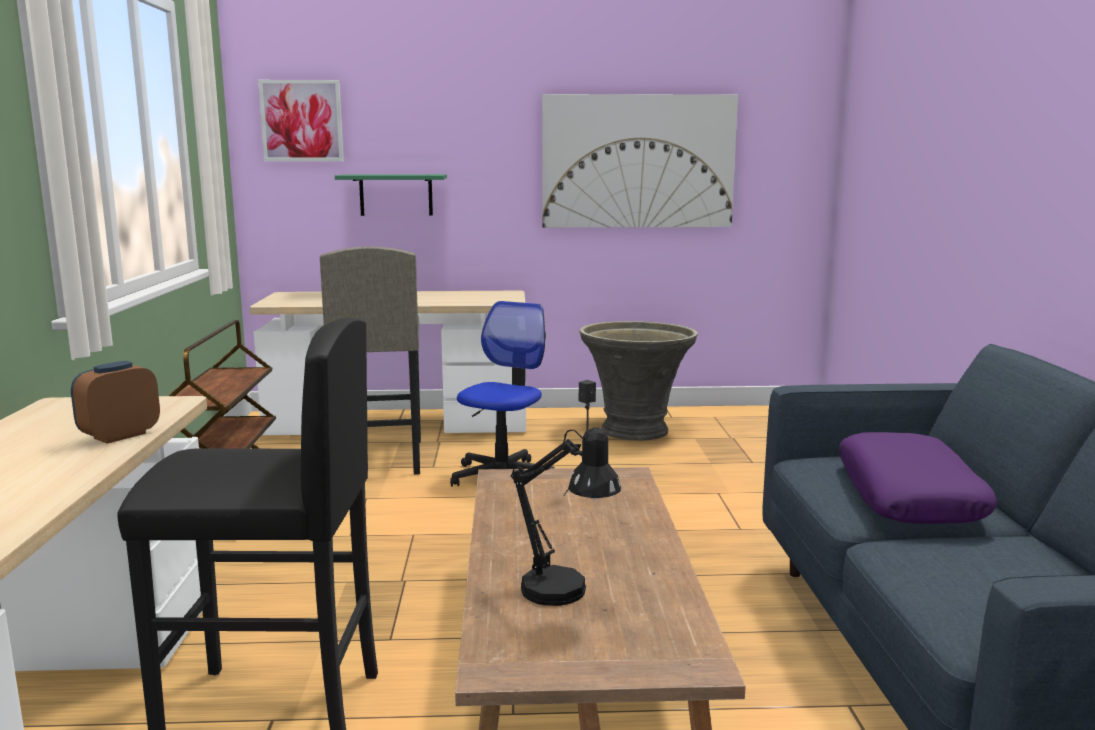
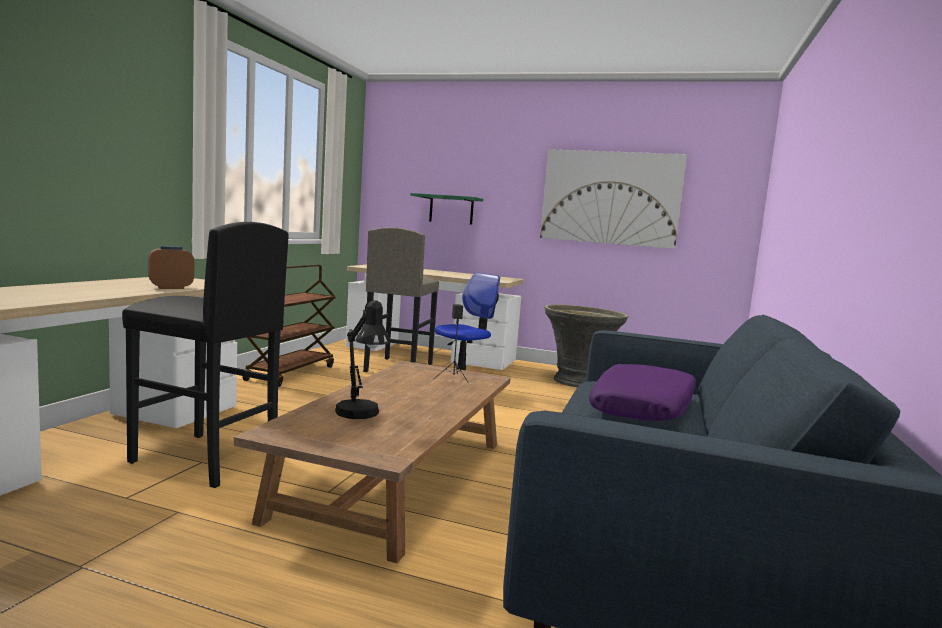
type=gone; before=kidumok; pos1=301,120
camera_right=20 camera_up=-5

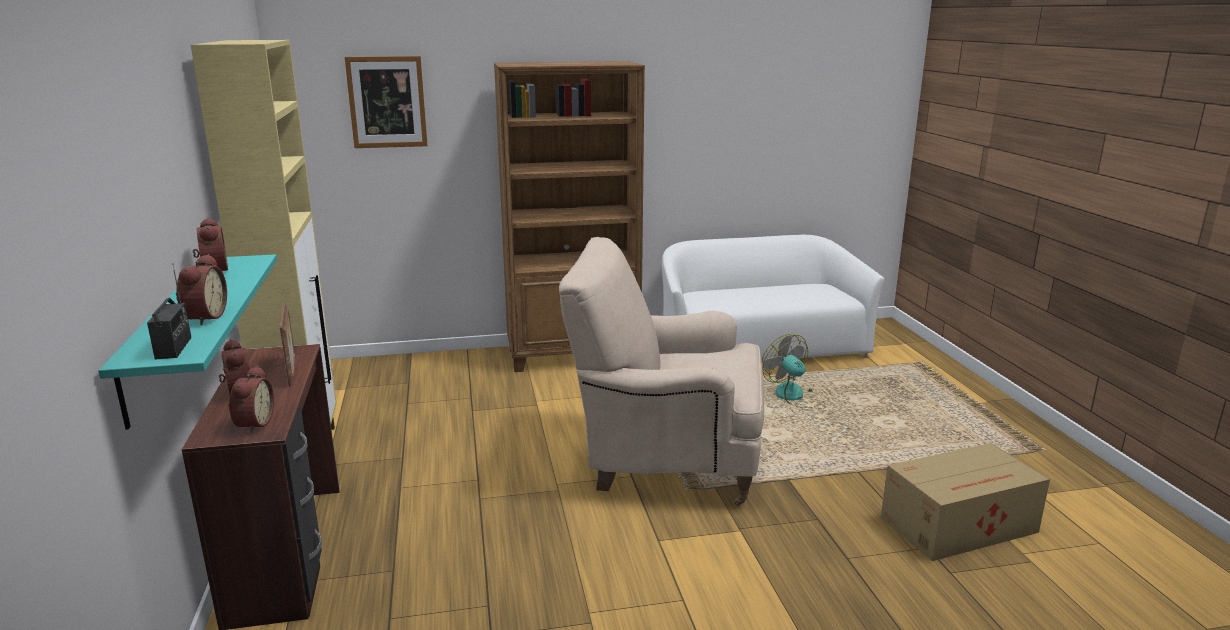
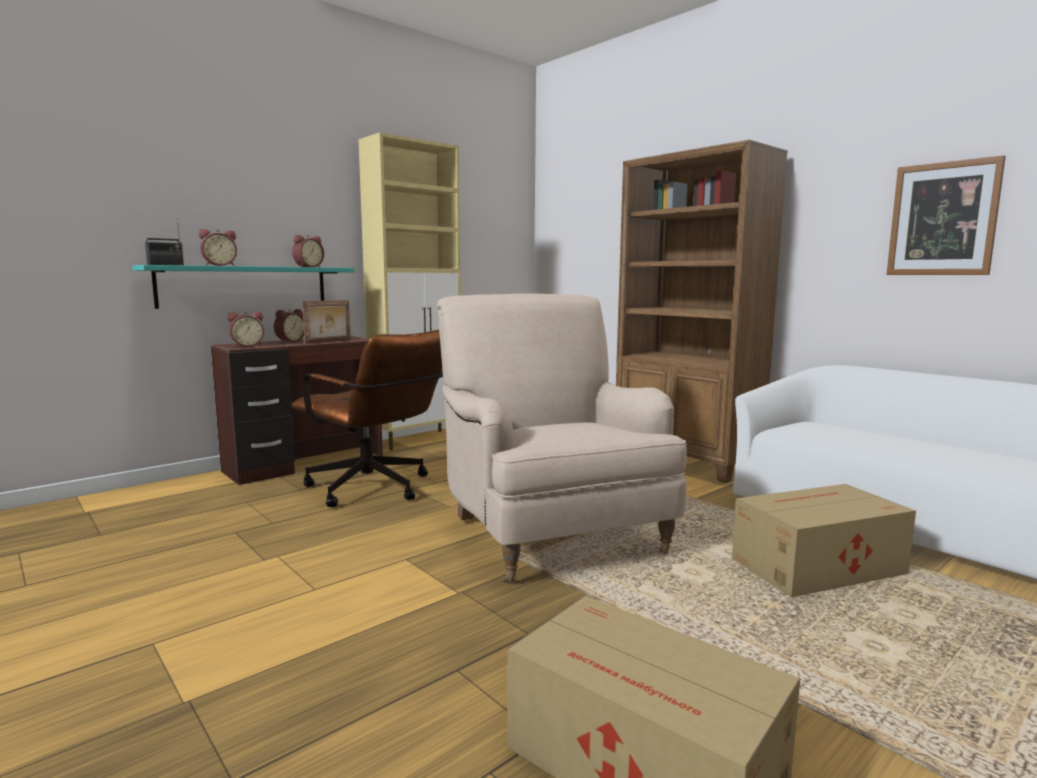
type=shifted; before=kidumok; pos1=386,102; pos2=946,215
type=swapped; before=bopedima; after=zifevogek; pos1=792,371; pos2=824,540
type=new; after=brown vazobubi; pos2=367,418
camera_right=60 camera_up=-10

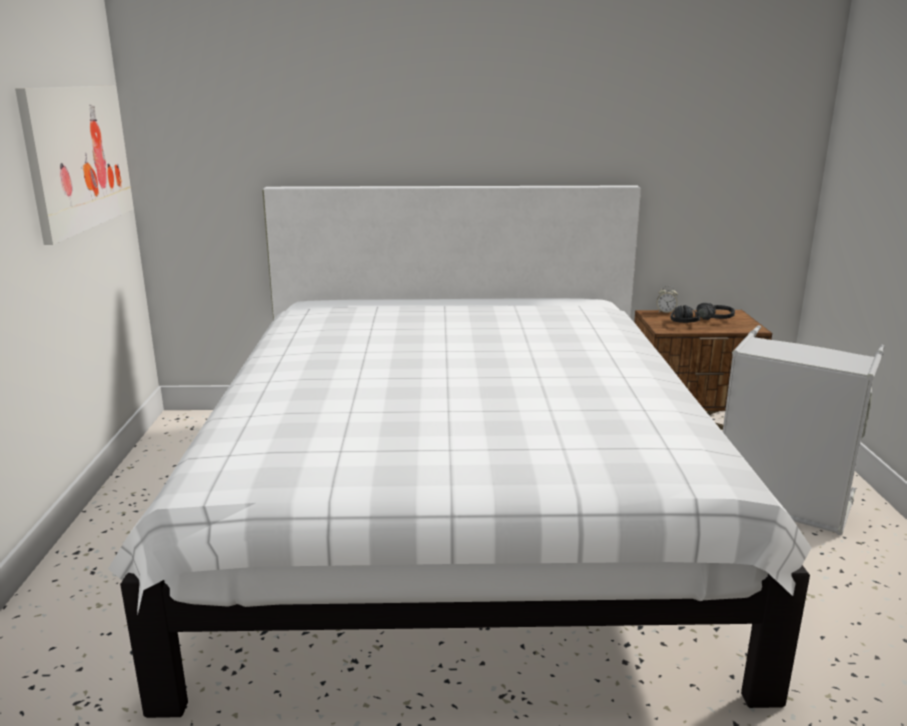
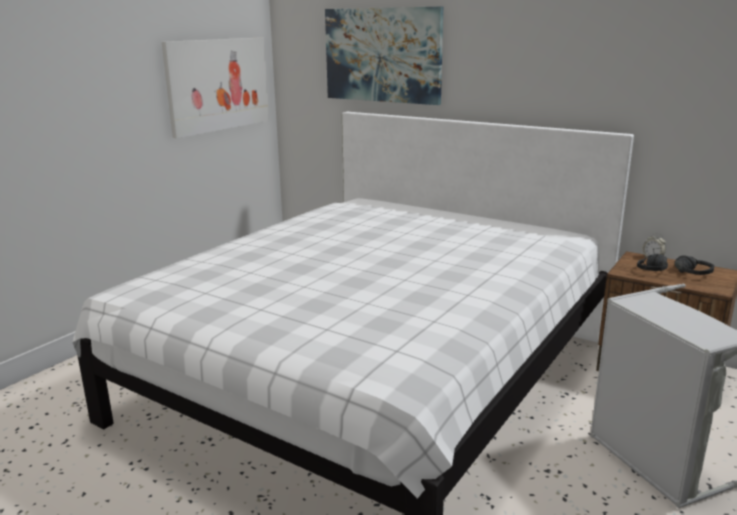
type=new; after=kidumok; pos2=384,56
camera_right=35 camera_up=0

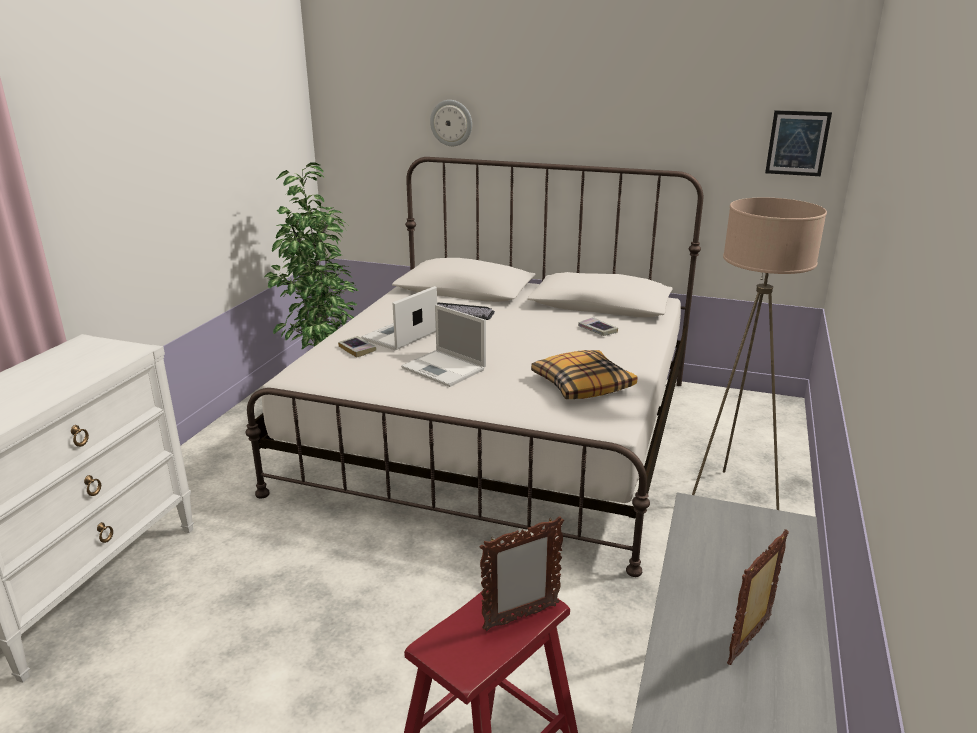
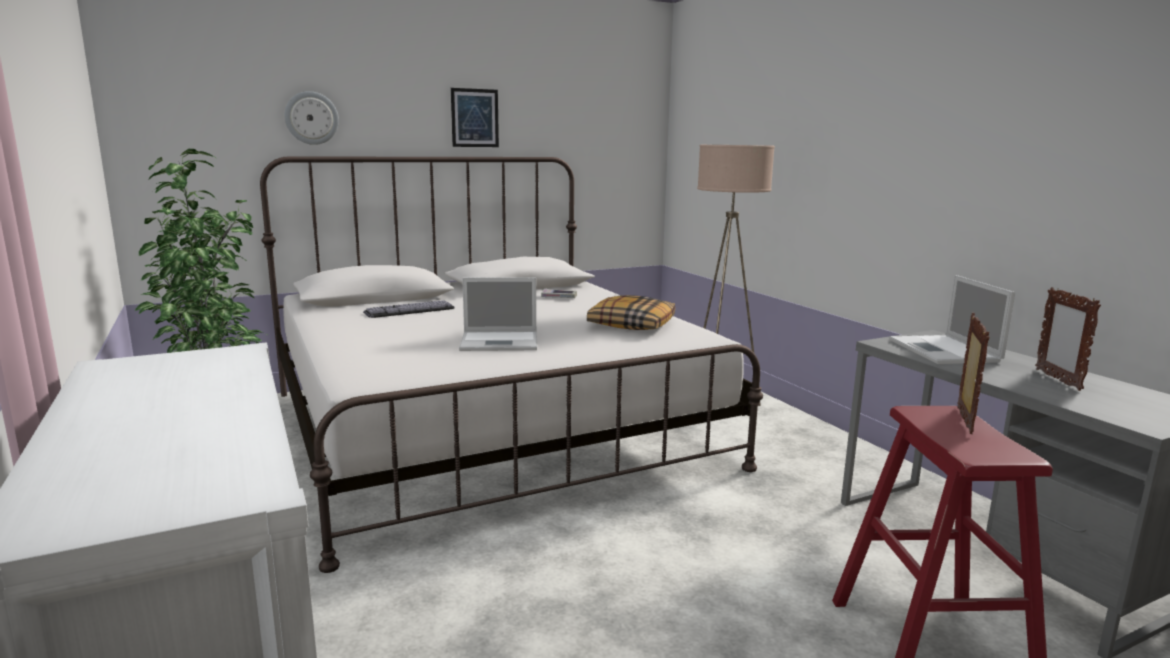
type=shifted; before=kidumok; pos1=798,143; pos2=475,117
type=shifted; before=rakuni; pos1=399,318; pos2=952,319
type=gone; before=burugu; pos1=357,347
camera_right=-45 camera_up=-10

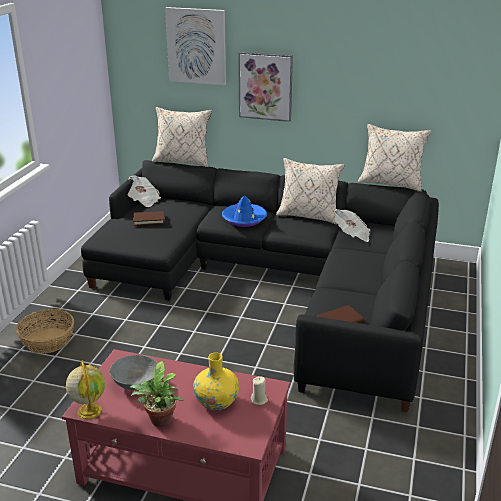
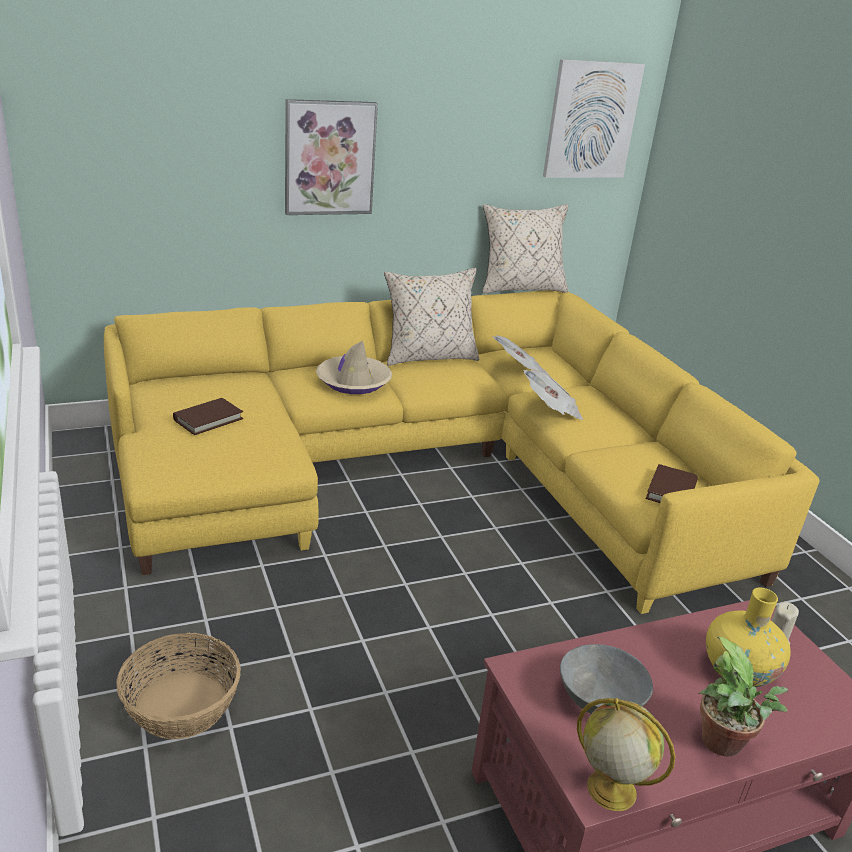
type=shifted; before=kidumok; pos1=195,46; pos2=594,118
type=gone; before=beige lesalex; pos1=182,137
type=repainted; before=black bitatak; after=yellow bitatak; pos1=260,286; pos2=461,452
type=shifted; before=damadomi; pos1=144,191; pos2=554,395
type=repainted; before=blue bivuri; after=beige bivuri; pos1=244,211; pos2=354,367
camera_right=-40 camera_up=0

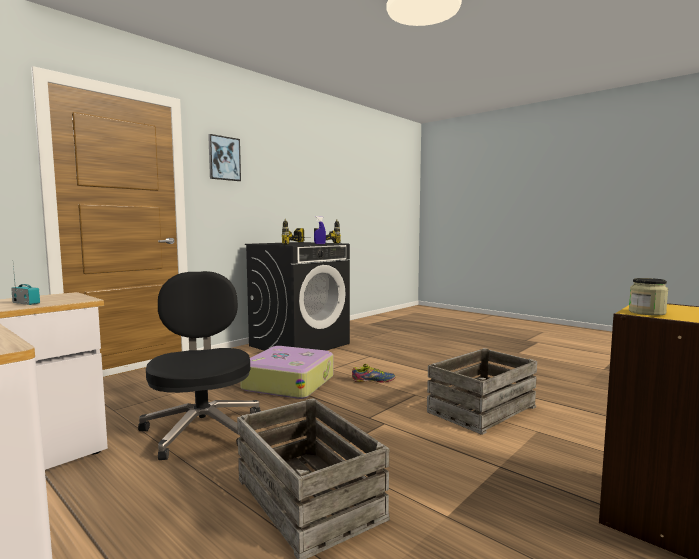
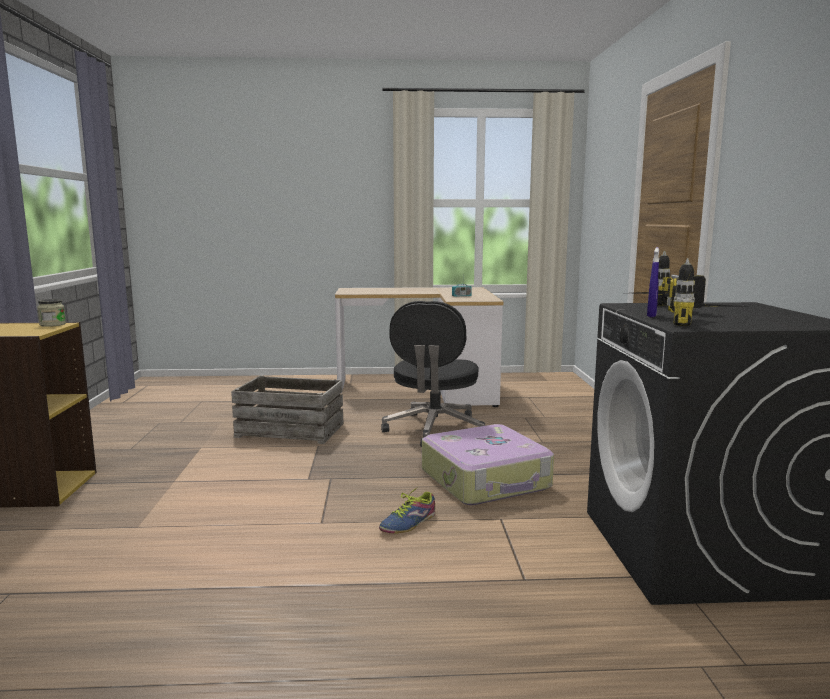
type=gone; before=kidumok; pos1=224,157
type=rotated; before=black vazobubi; pos1=199,365; pos2=433,374; turn=75
type=gone; before=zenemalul; pos1=482,391
camera_right=135 camera_up=5

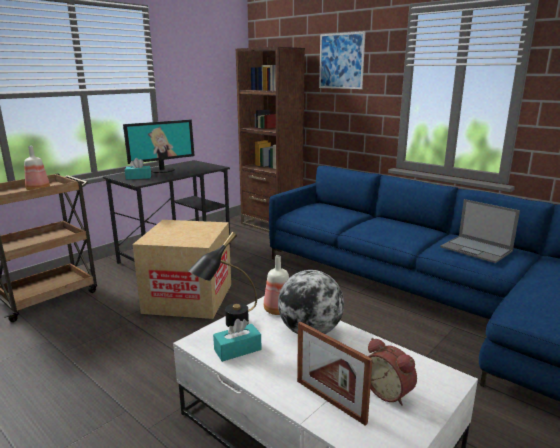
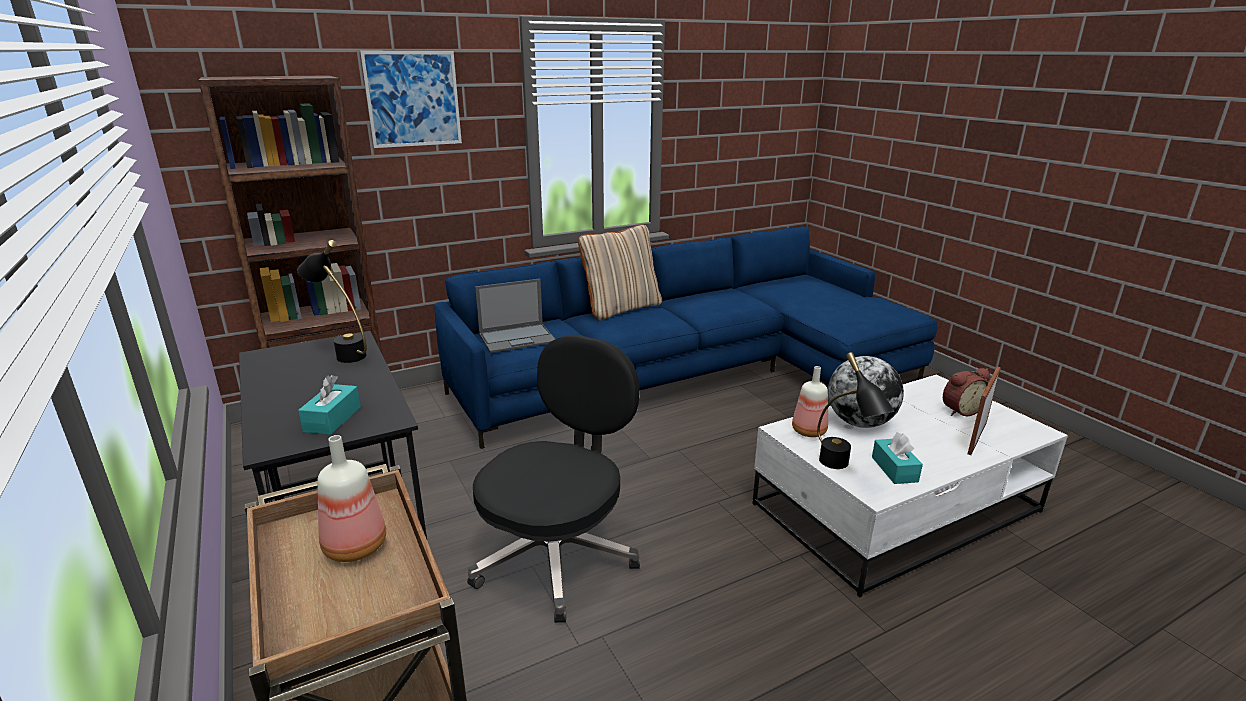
type=gone; before=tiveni; pos1=159,146
type=shifted; before=rakuni; pos1=480,231; pos2=515,316
type=swapped; before=zifevogek; after=black vazobubi; pos1=181,269; pos2=553,479
type=rotated; before=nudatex; pos1=335,374; pos2=984,411; turn=150
type=new; after=beige lesalex; pos2=620,272
type=new; after=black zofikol; pos2=332,301
camera_right=-70 camera_up=5

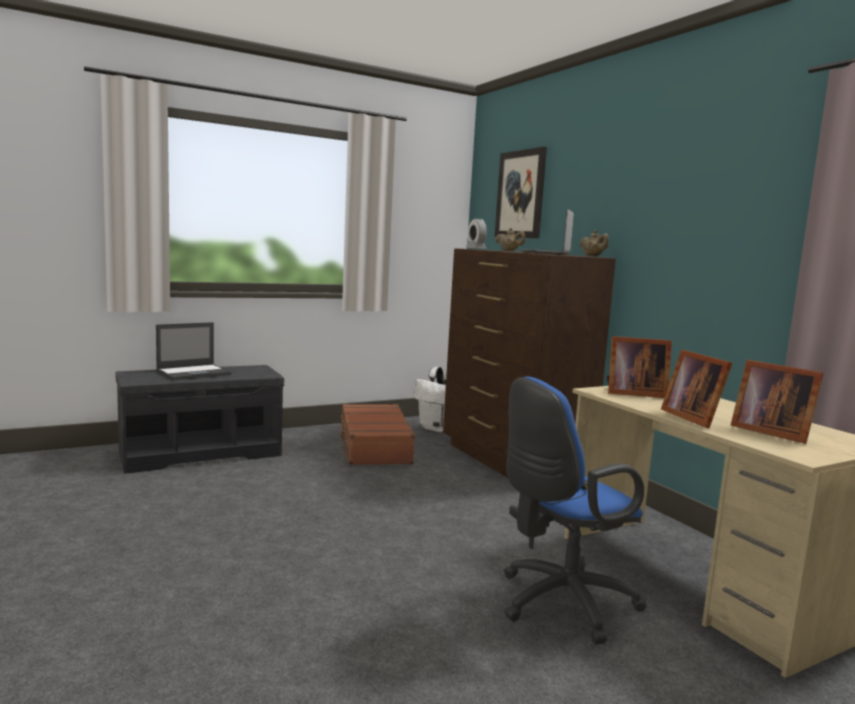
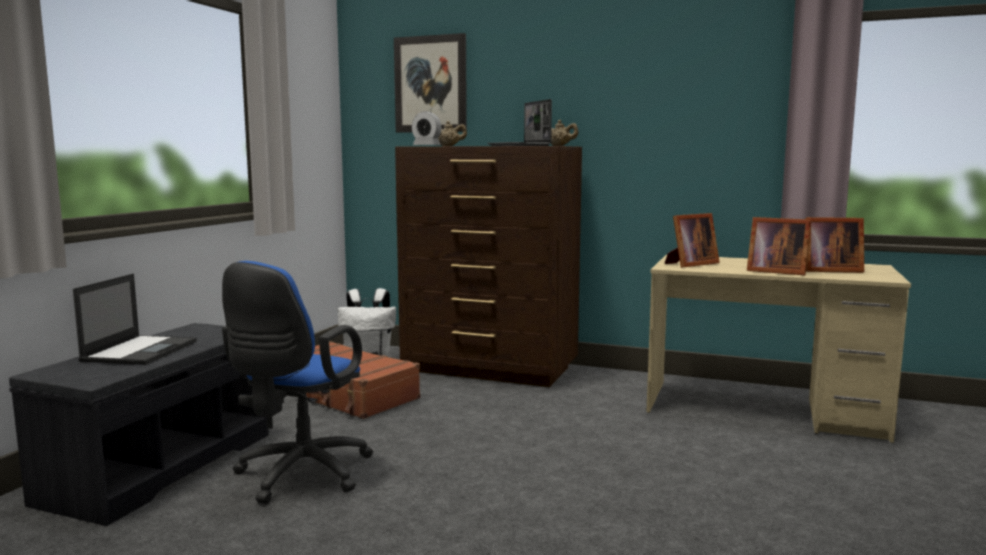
type=shifted; before=blue vazobubi; pos1=575,511; pos2=297,382
camera_right=-40 camera_up=0

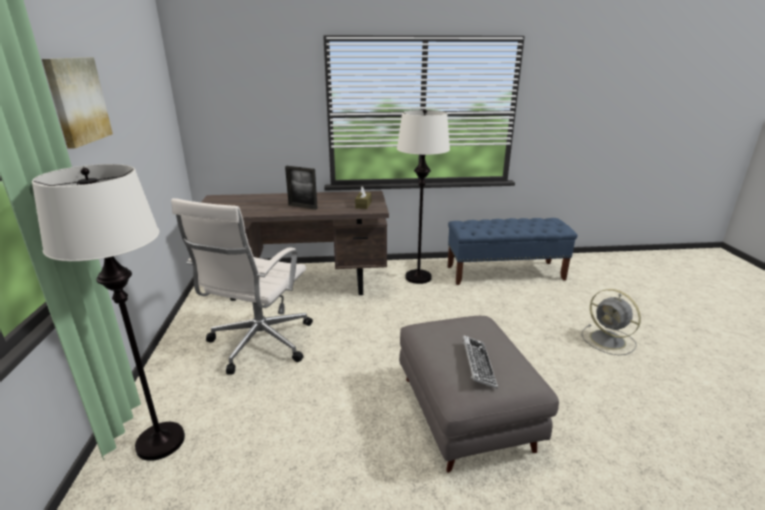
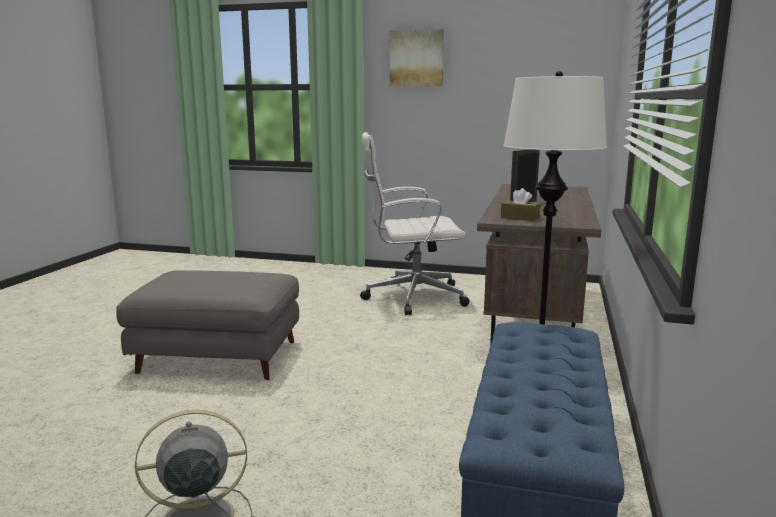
type=gone; before=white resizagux; pos1=108,312
type=rotated; before=white vazobubi; pos1=242,286; pos2=414,223; turn=-45
type=gone; before=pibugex; pos1=480,362
camera_right=110 camera_up=-10

